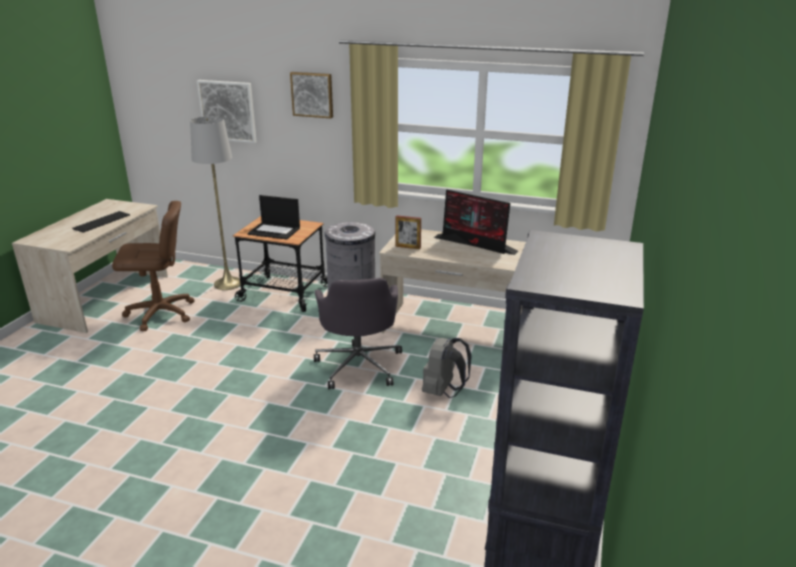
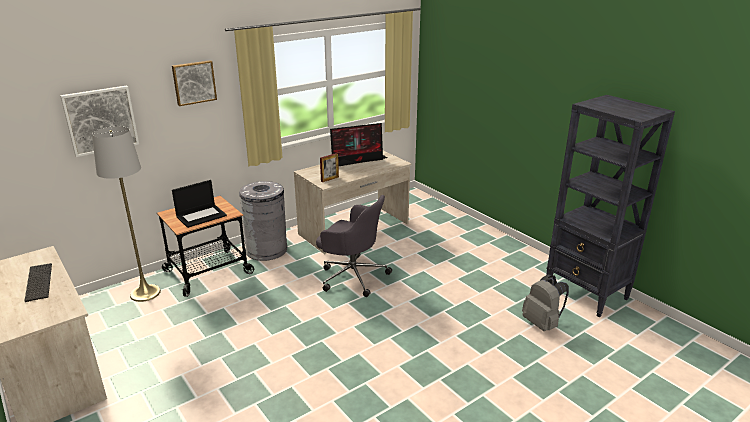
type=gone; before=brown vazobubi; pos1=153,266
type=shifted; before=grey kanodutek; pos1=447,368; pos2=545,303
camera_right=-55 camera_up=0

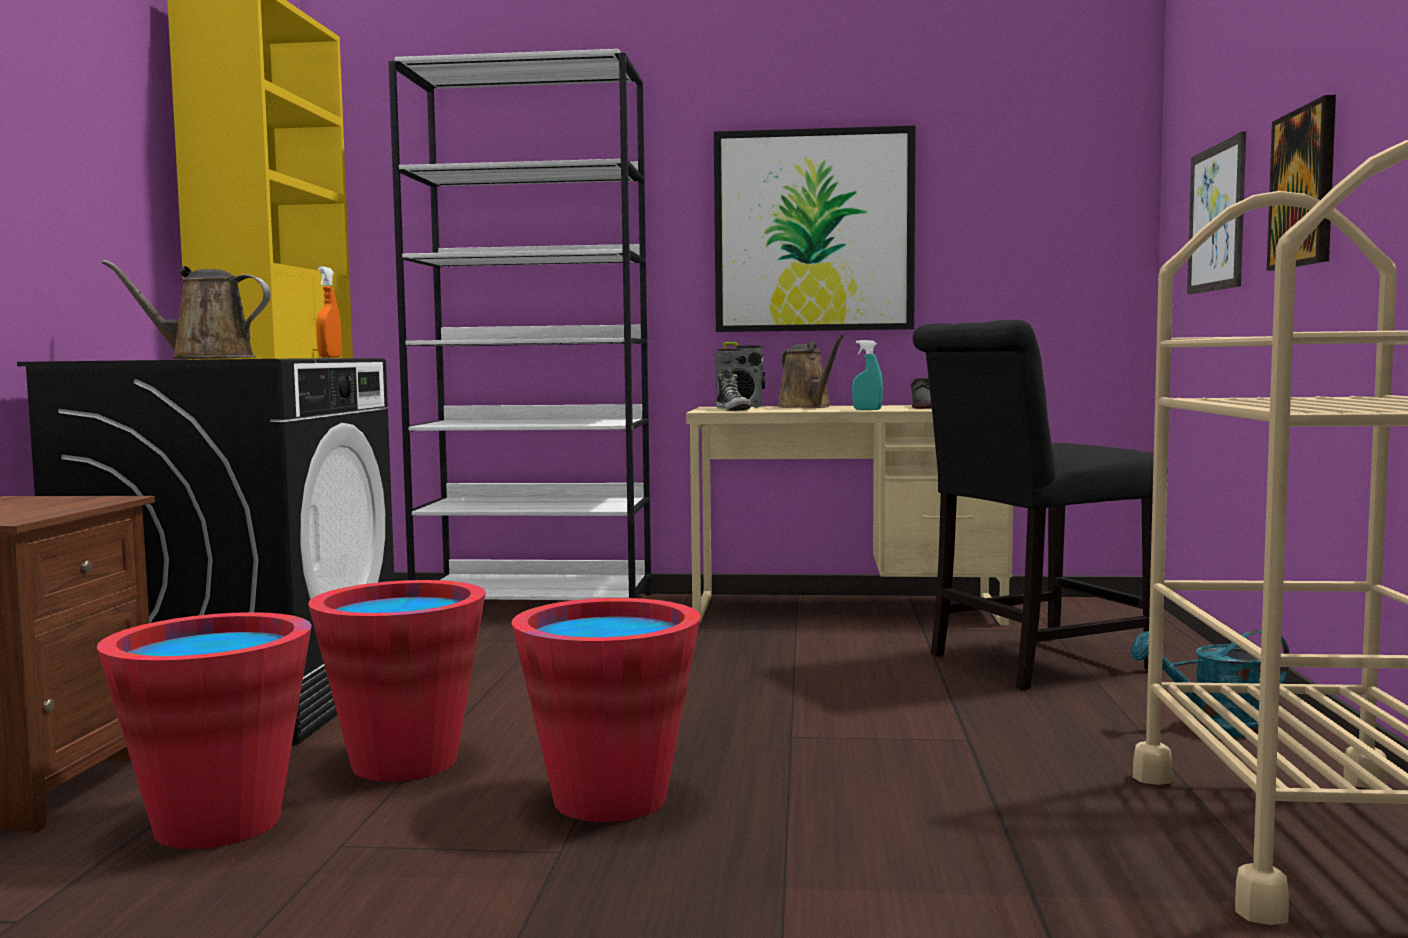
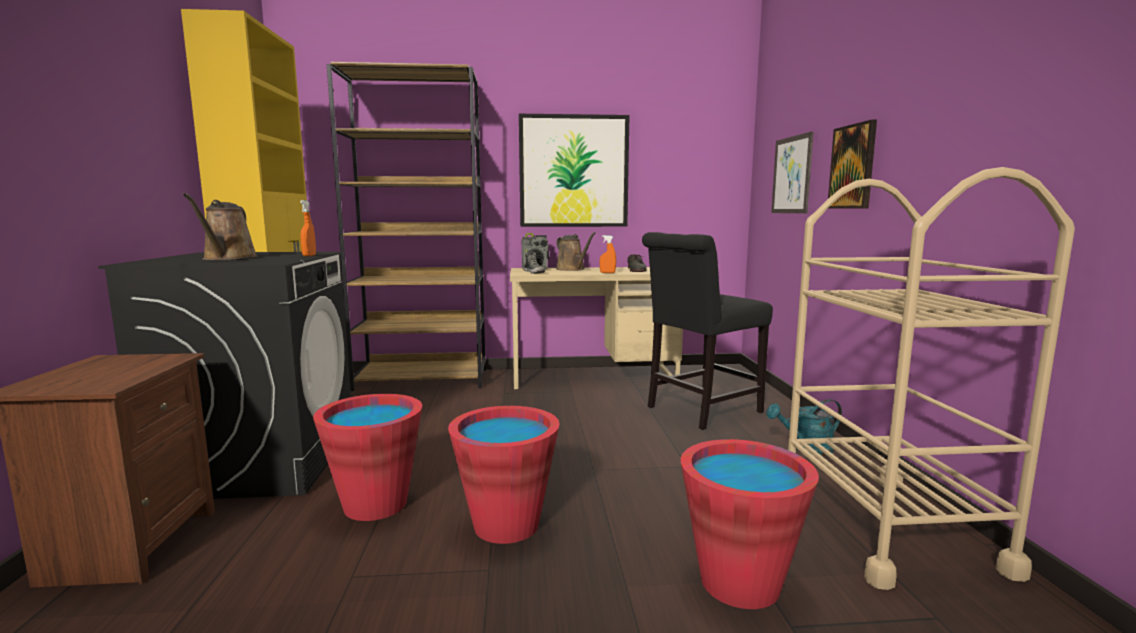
type=repainted; before=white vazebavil; after=brown vazebavil; pos1=520,324; pos2=406,226
type=rotated; before=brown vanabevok; pos1=186,309; pos2=220,226; turn=-90
type=repainted; before=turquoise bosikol; after=orange bosikol; pos1=867,375; pos2=608,254
type=shifted; before=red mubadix; pos1=204,730; pos2=750,524
camera_right=-10 camera_up=5

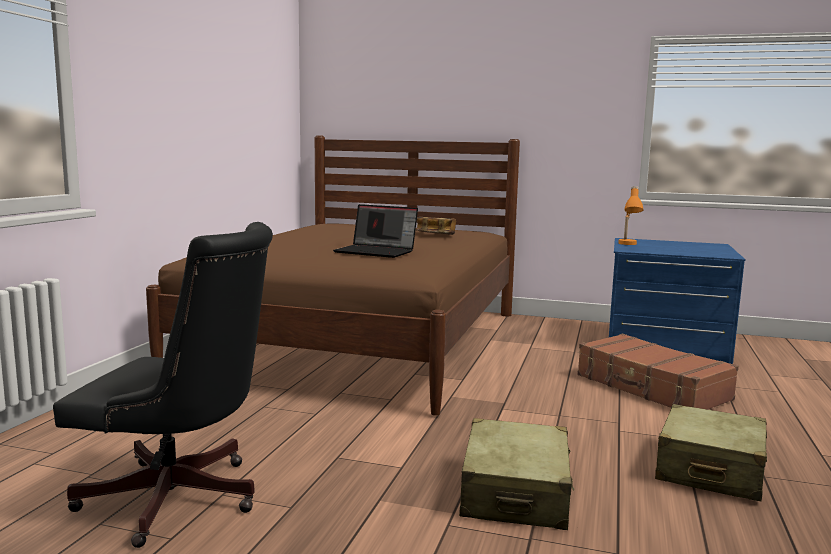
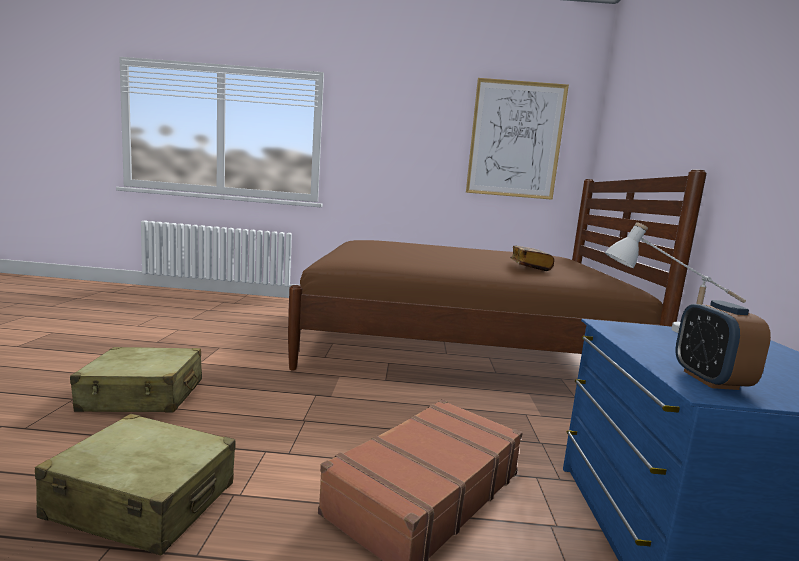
type=repainted; before=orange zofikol; after=white zofikol; pos1=630,215; pos2=675,277
type=gone; before=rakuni; pos1=375,231
type=gone; before=black vazobubi; pos1=163,385
type=new; after=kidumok; pos2=517,139
type=new; after=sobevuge; pos2=723,345
camera_right=75 camera_up=0

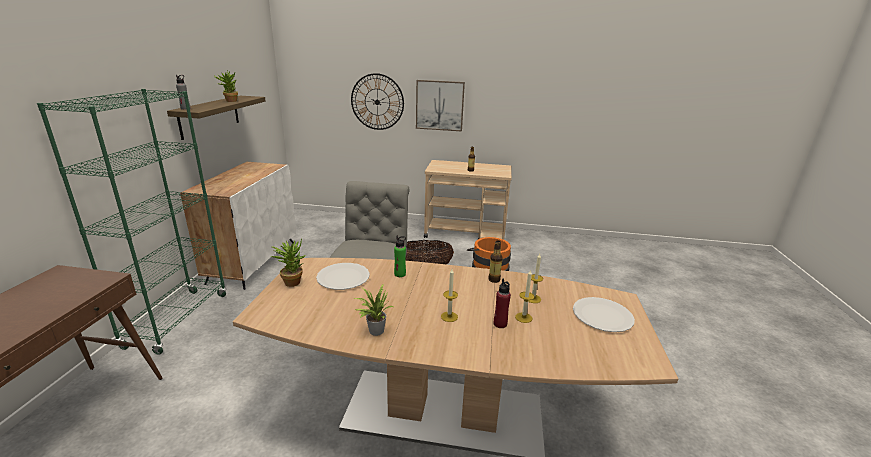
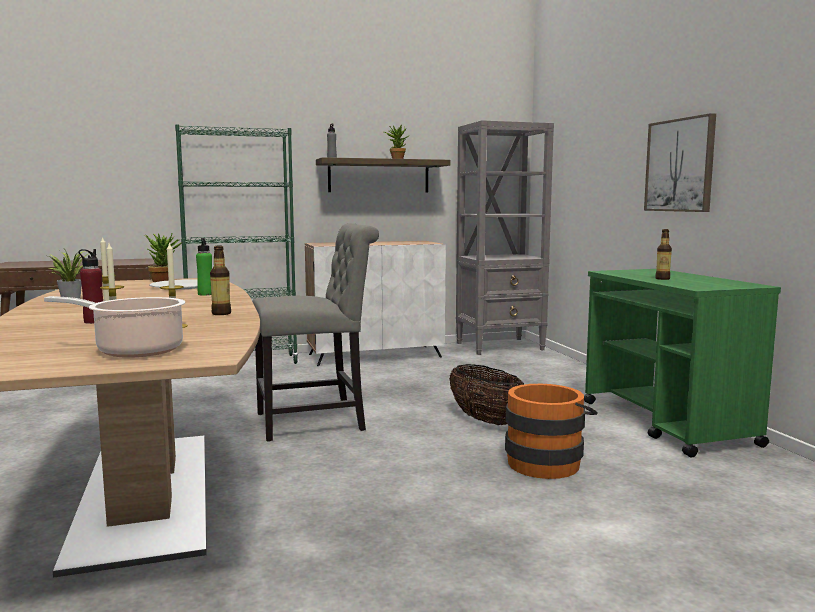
type=gone; before=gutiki; pos1=377,101
type=repainted; before=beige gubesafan; after=green gubesafan; pos1=468,200; pos2=682,363
type=swapped; before=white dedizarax; after=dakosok; pos1=604,314; pos2=114,327
type=new; after=grey vazebavil; pos2=505,237
camera_right=65 camera_up=-15

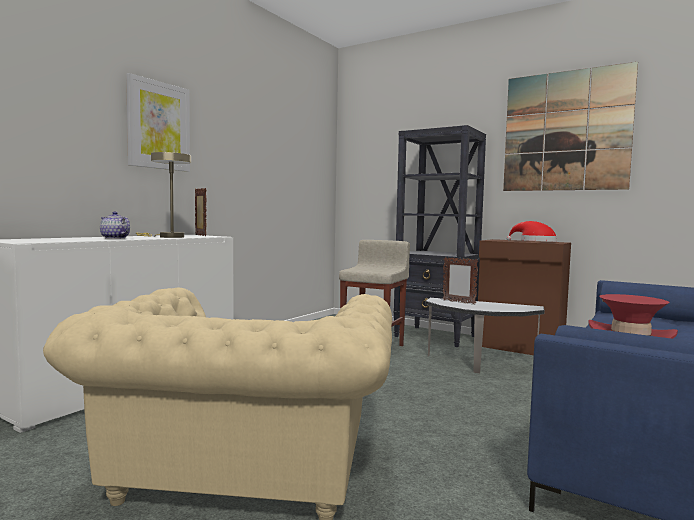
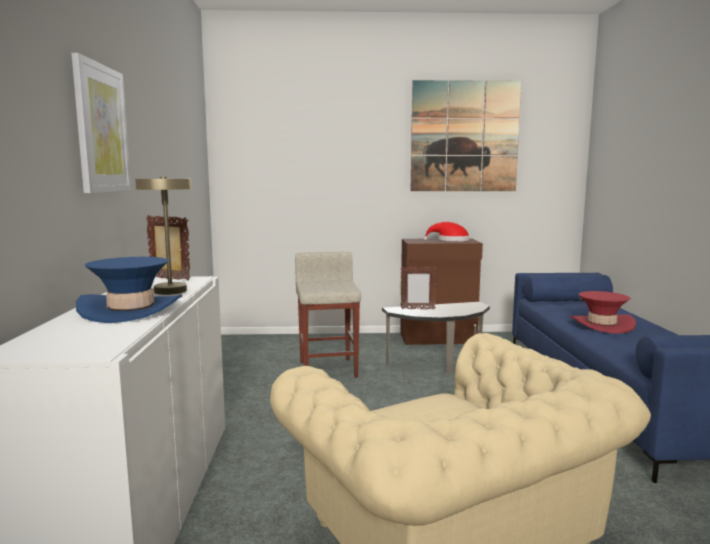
type=gone; before=black vazebavil; pos1=439,236
type=swapped; before=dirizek; after=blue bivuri; pos1=115,225; pos2=129,290
camera_right=-35 camera_up=5

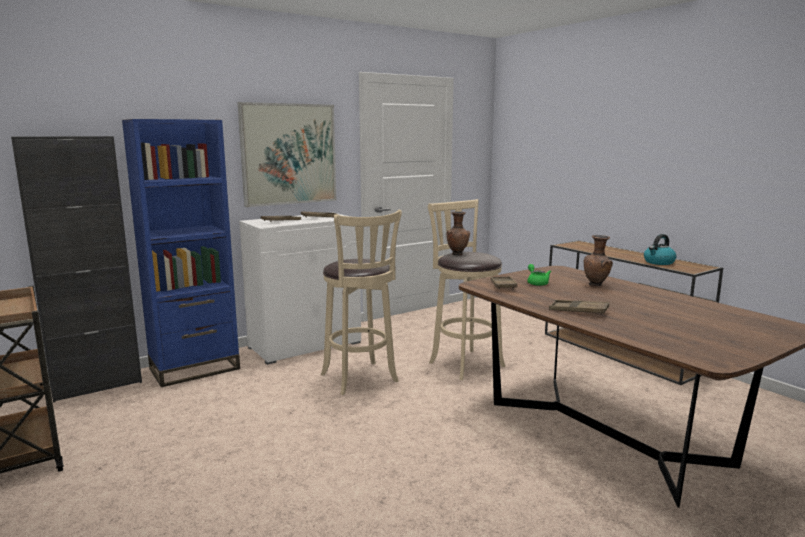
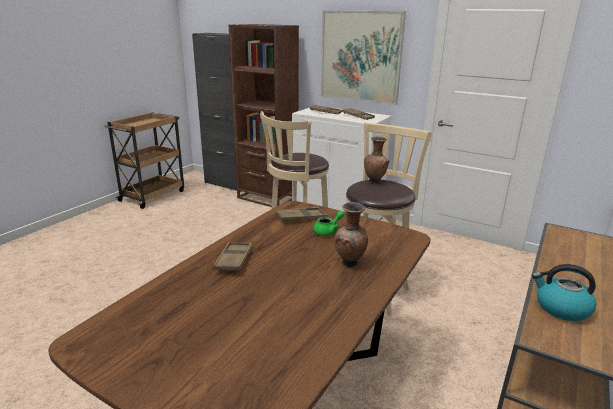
type=repainted; before=blue vazebavil; after=brown vazebavil; pos1=181,253; pos2=264,115
camera_right=65 camera_up=10

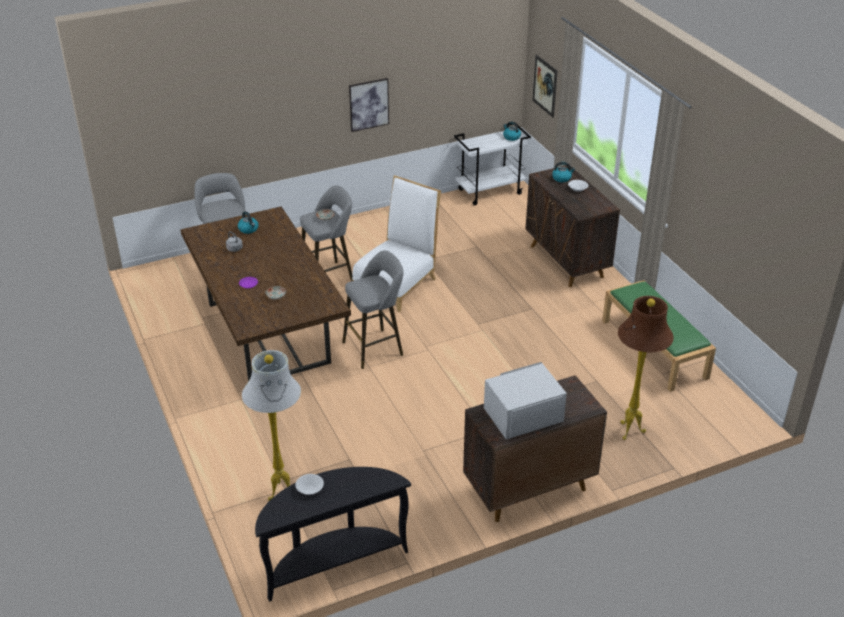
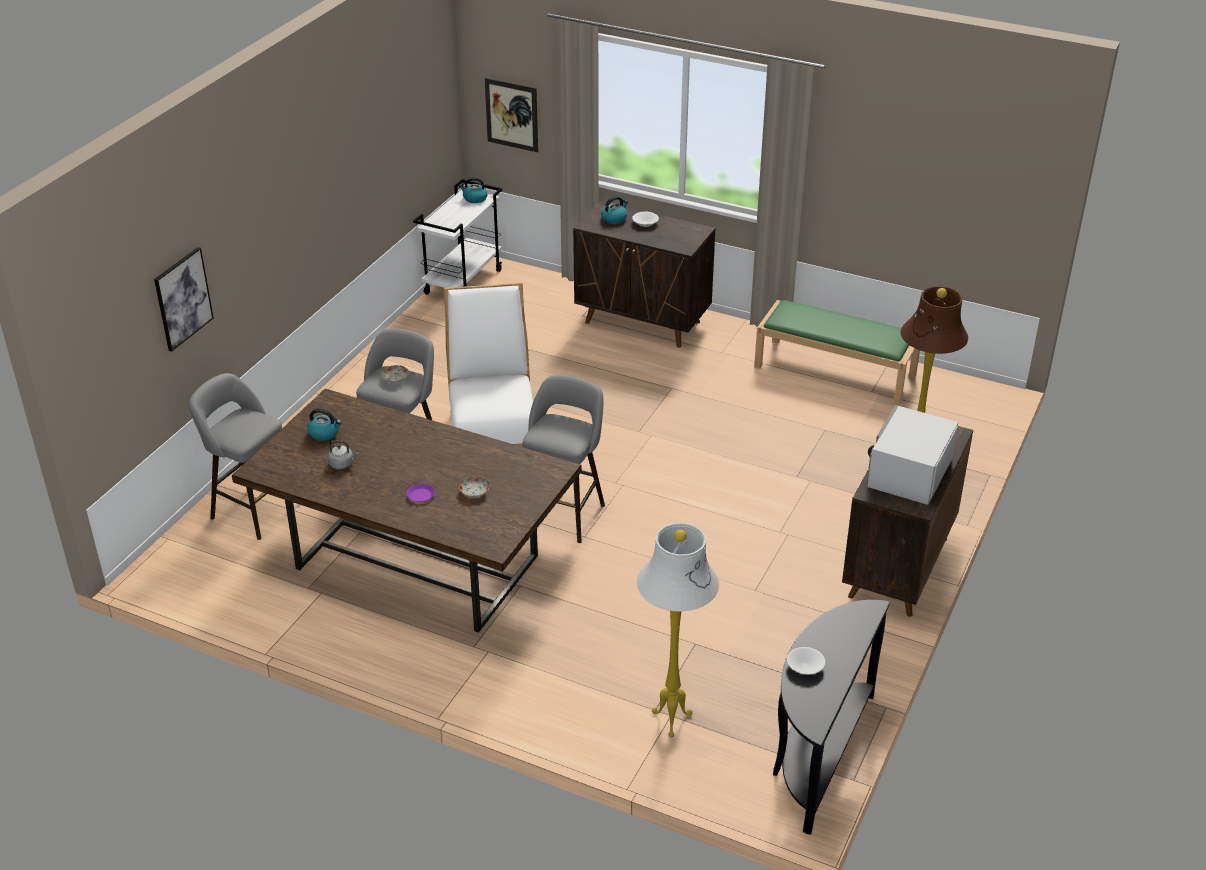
type=shifted; before=kidumok; pos1=369,105; pos2=184,299
camera_right=-40 camera_up=0

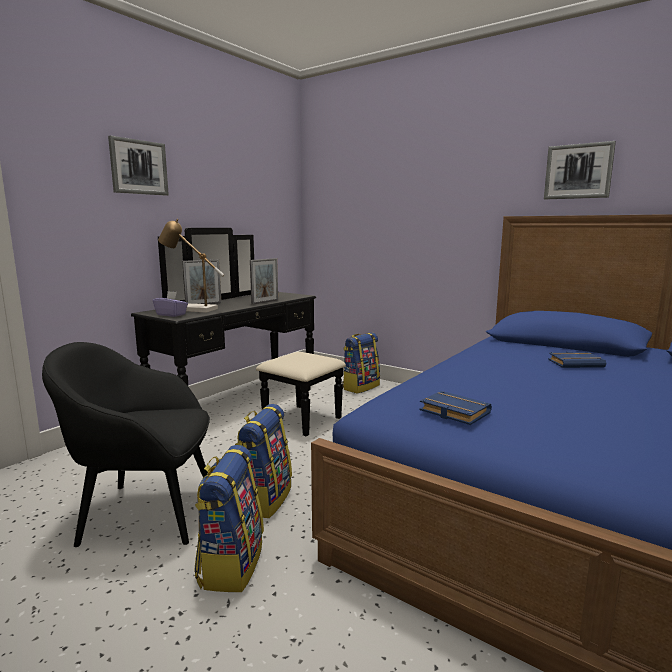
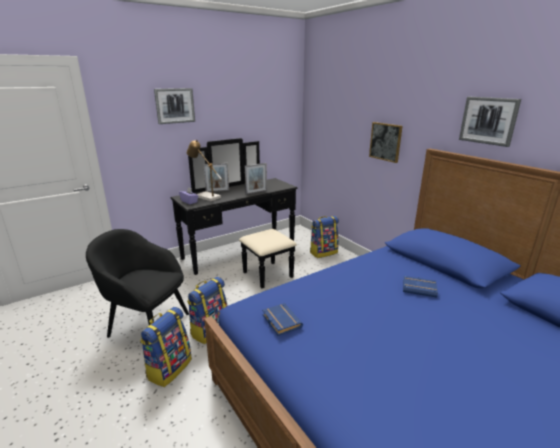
type=new; after=kidumok; pos2=386,142
camera_right=20 camera_up=10

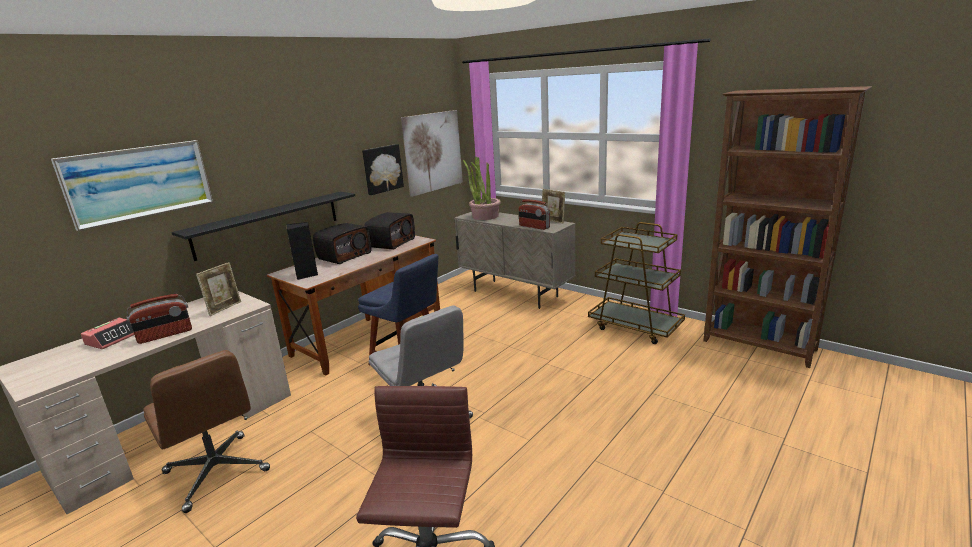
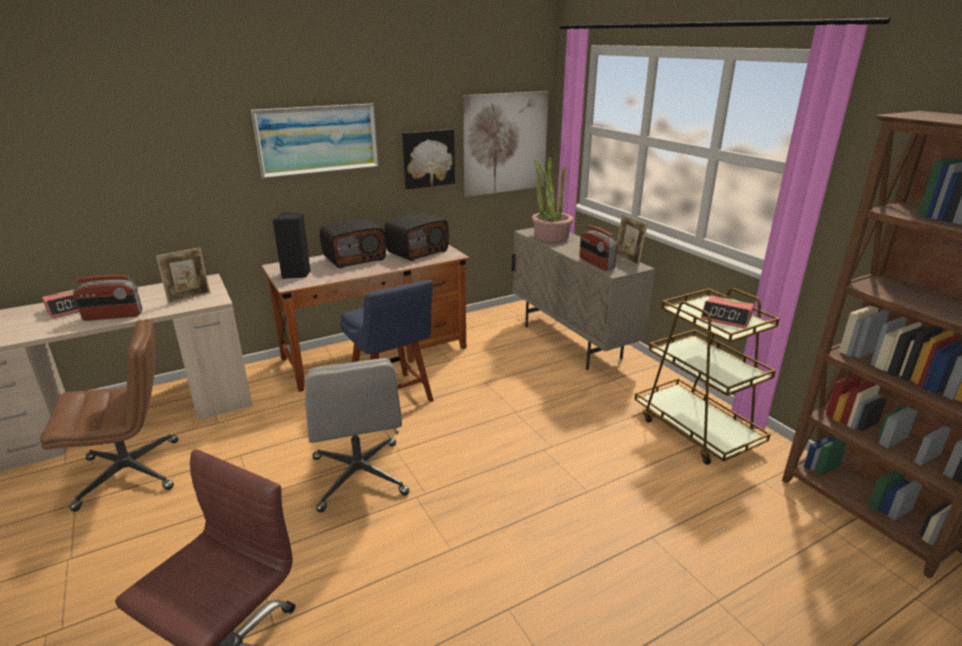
type=shifted; before=kidumok; pos1=132,185; pos2=315,141
type=gone; before=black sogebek; pos1=263,226
type=rotated; before=brown vazobubi; pos1=206,431; pos2=109,415; turn=-90
type=new; after=sobevuge; pos2=727,312
camera_right=20 camera_up=5

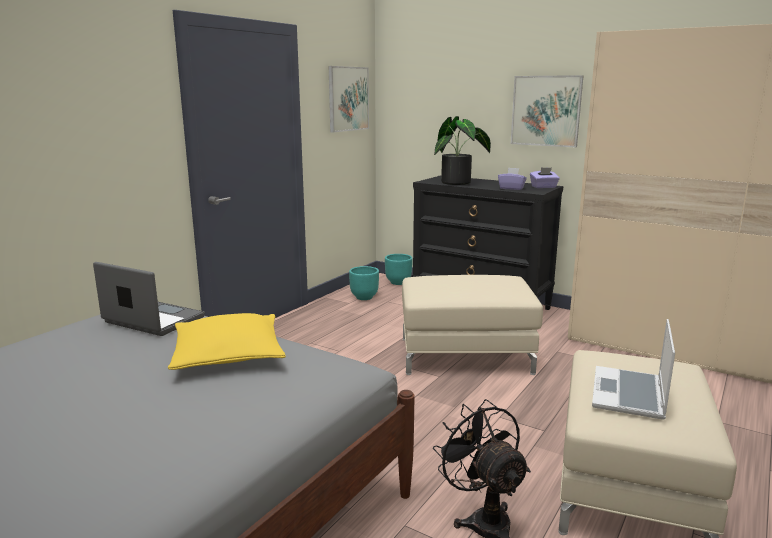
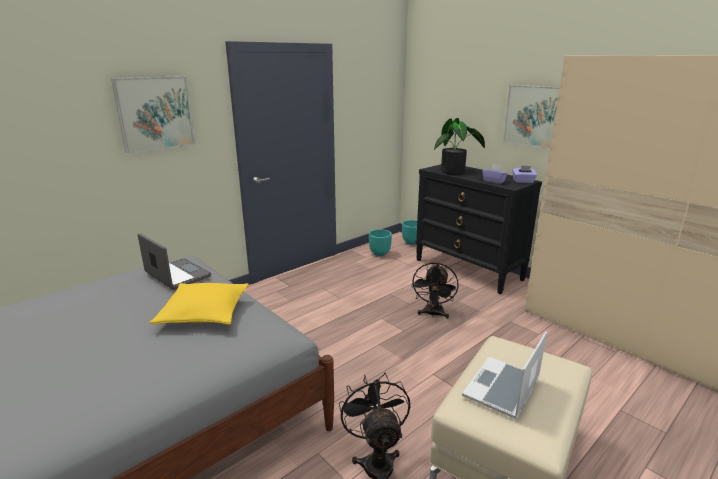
type=shifted; before=kidumok; pos1=349,99; pos2=153,114
type=swapped; before=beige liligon; after=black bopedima; pos1=472,325; pos2=434,290
camera_right=15 camera_up=5

